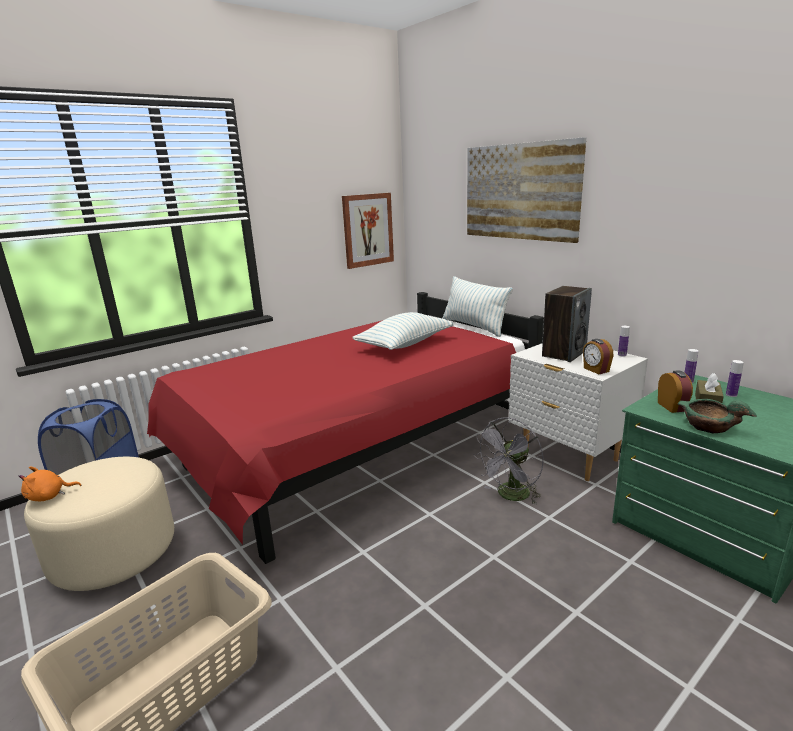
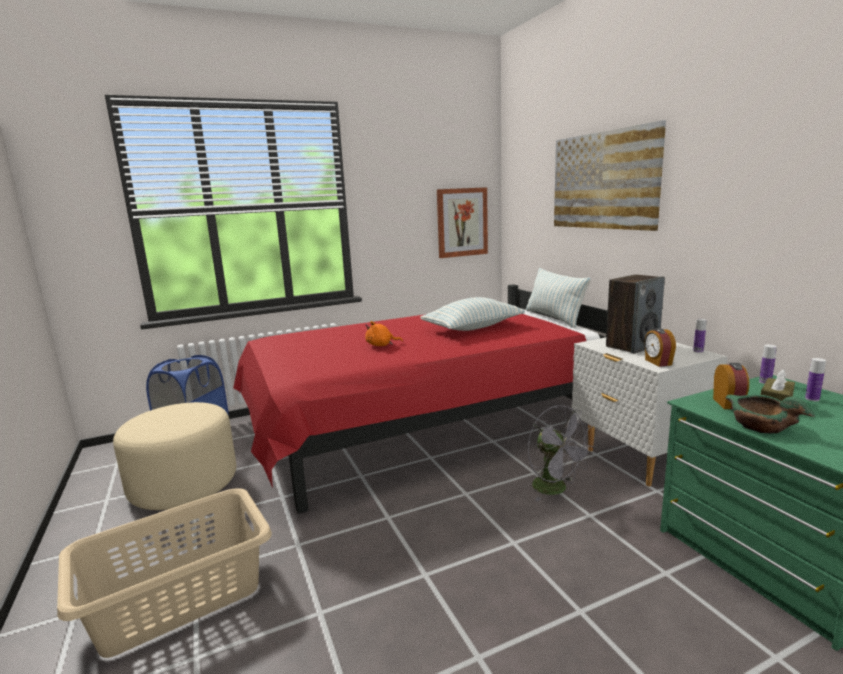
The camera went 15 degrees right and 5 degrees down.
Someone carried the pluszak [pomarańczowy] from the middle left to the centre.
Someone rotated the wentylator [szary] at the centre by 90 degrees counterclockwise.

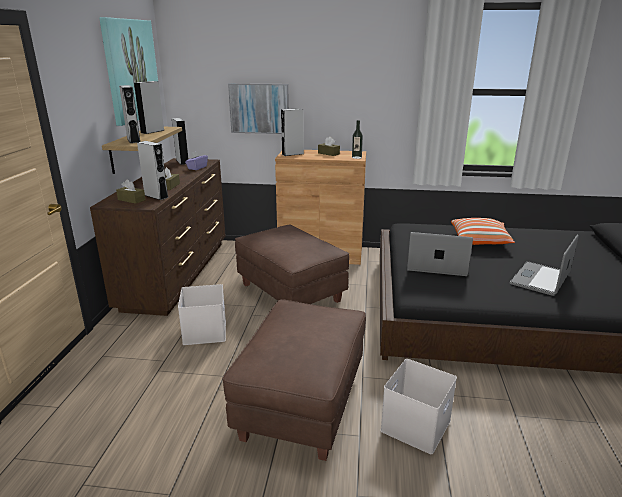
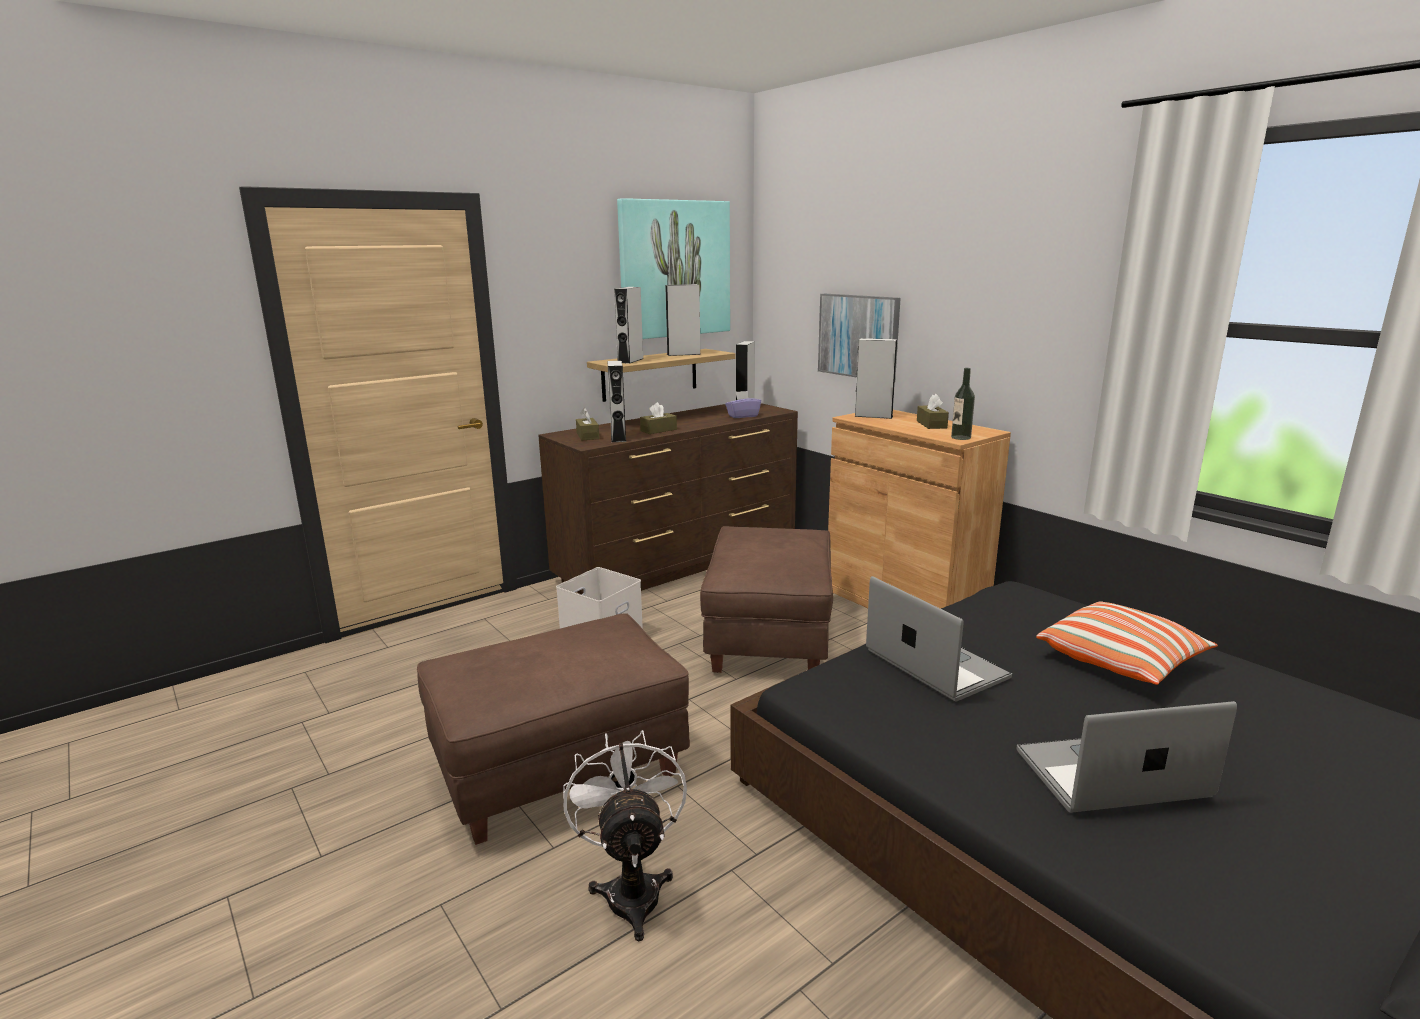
The camera went 45 degrees right and 5 degrees down.
Someone swapped the pojemnik do przechowywania [biały] (no. 2 from left) at the bottom right for the wentylator [biały] at the bottom centre.

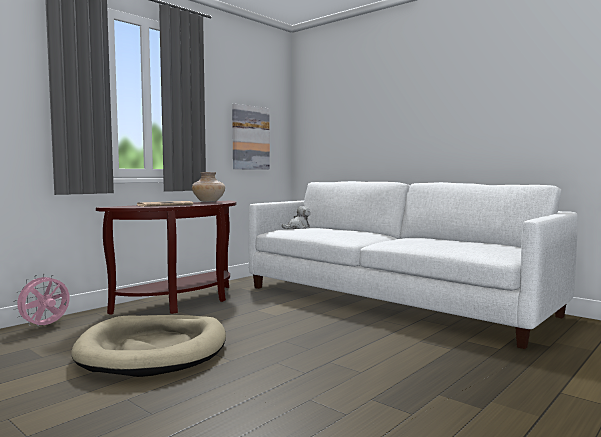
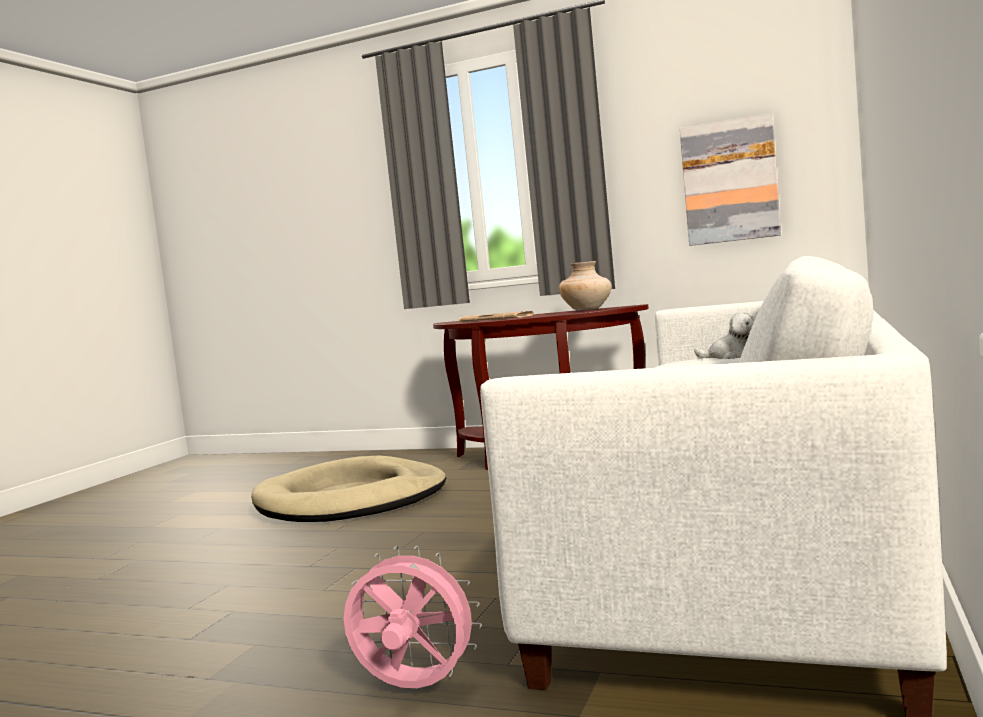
The camera went 70 degrees right and 0 degrees up.
Someone carried the wentylator [różowy] from the bottom left to the bottom centre.

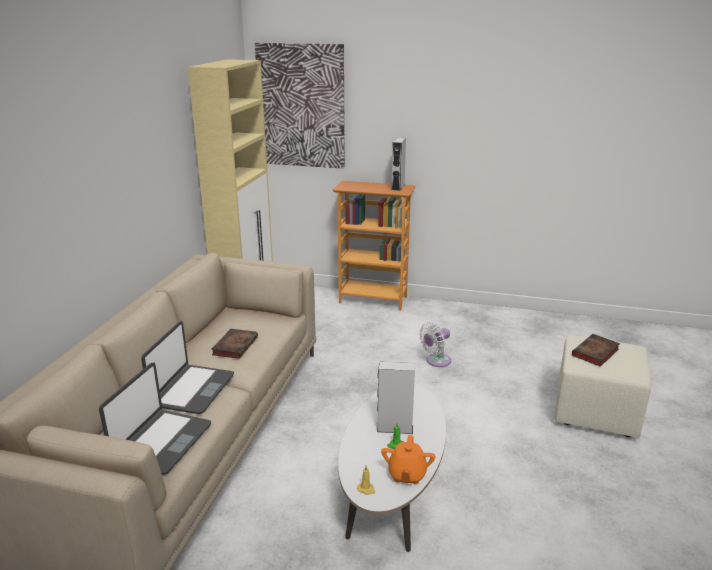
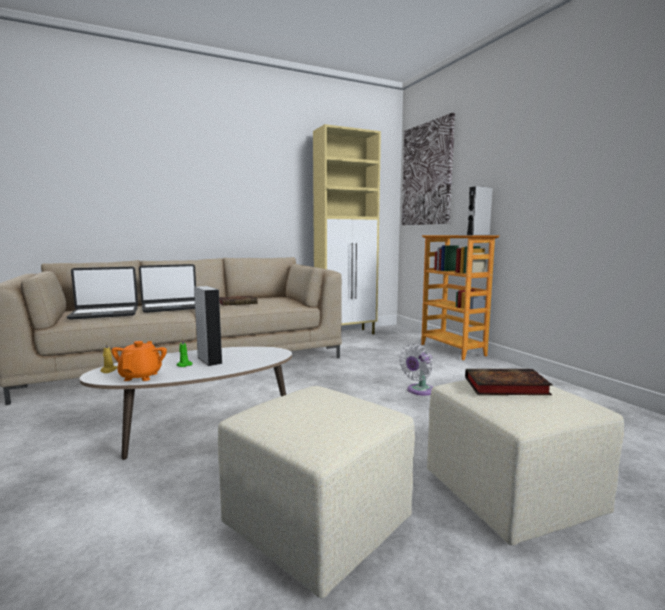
The camera went 50 degrees right and 15 degrees down.
Someone put down the pufa [beżowy] (no. 1 from left) at the bottom centre.
Someone rotated the imbryk [pomarańczowy] at the bottom centre by 120 degrees clockwise.
Someone rotated the wentylator [biały] at the centre by 60 degrees counterclockwise.

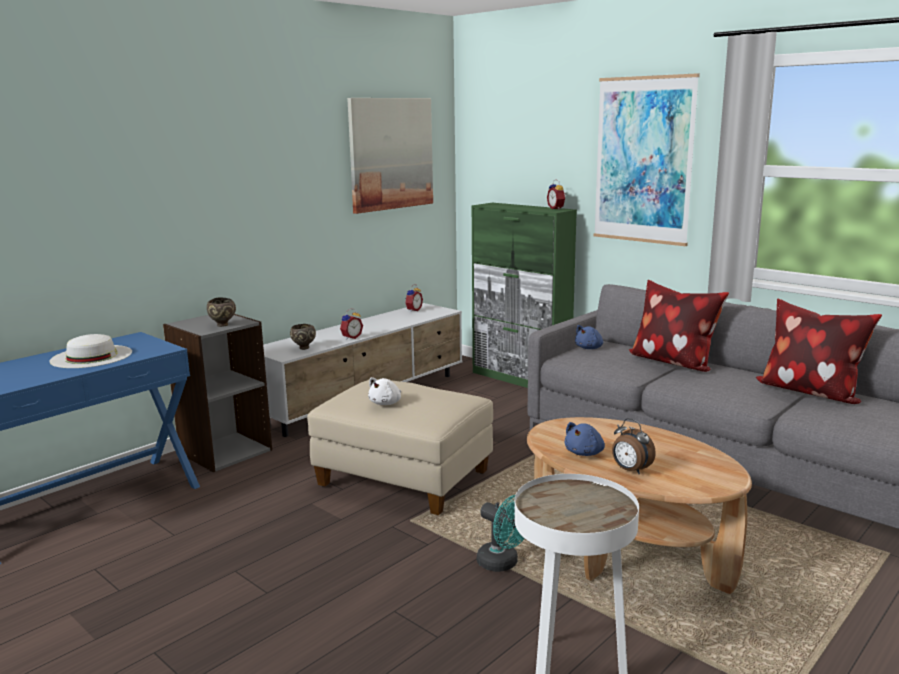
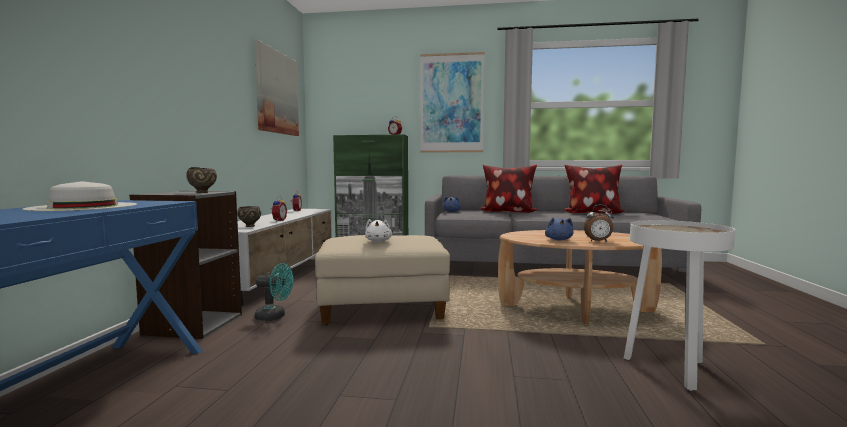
The camera went 35 degrees left and 10 degrees down.
Someone carried the wentylator [turkusowy] from the bottom centre to the bottom left.

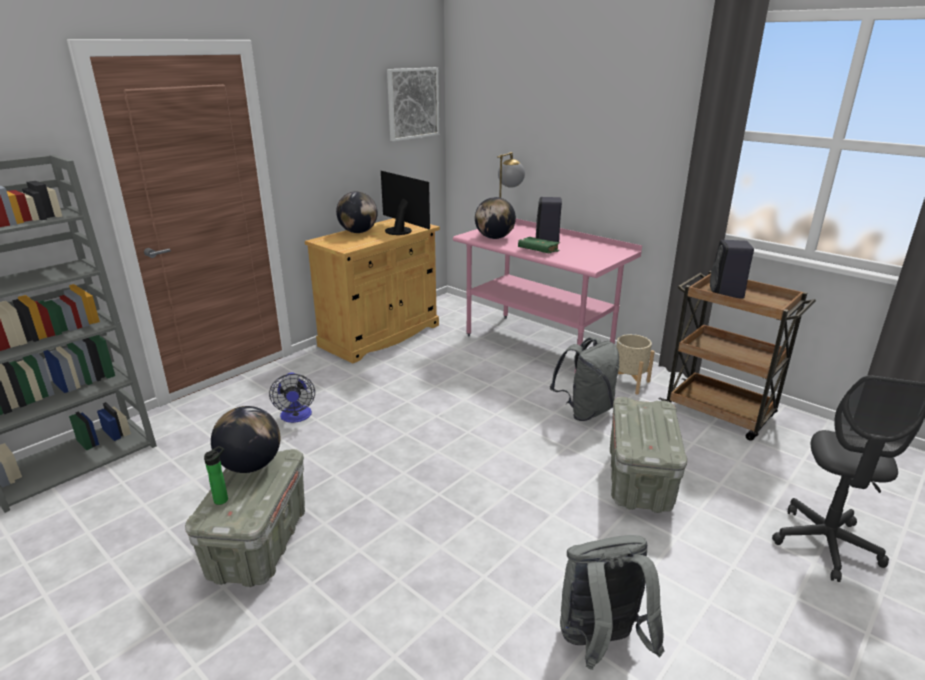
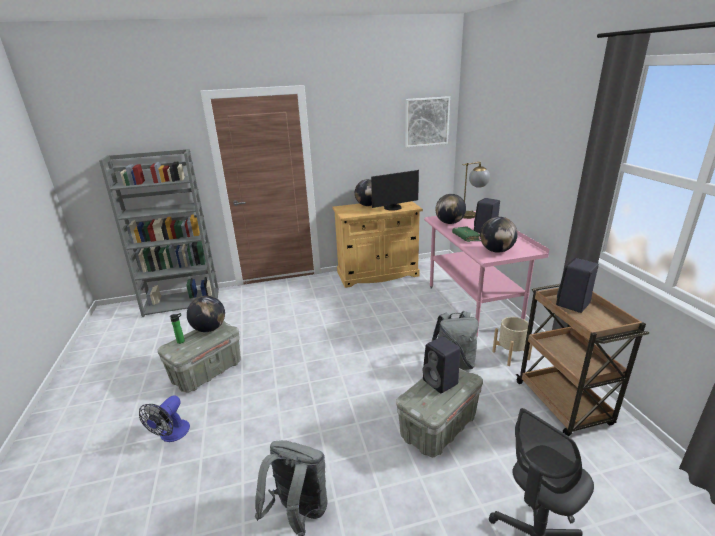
The camera went 35 degrees right and 0 degrees up.
Someone put down the głośnik [czarny] (no. 1 from left) at the bottom centre.
Someone put down the globus (no. 4 from left) at the middle right.
Someone carried the wentylator from the middle left to the bottom left.
Someone rotated the monitor at the top centre by 75 degrees clockwise.

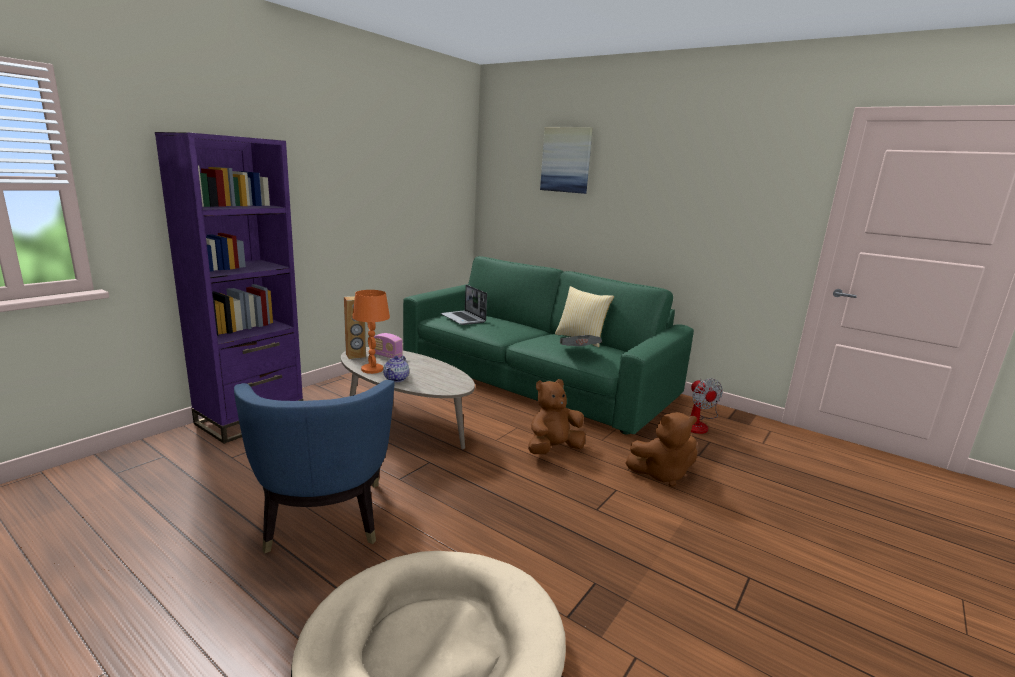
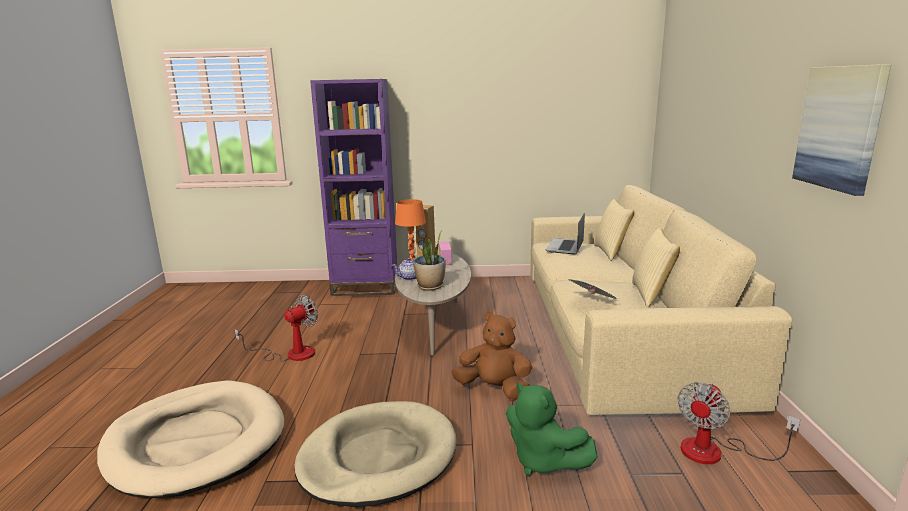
The camera went 55 degrees right and 0 degrees up.
Someone put down the legowisko [beżowy] (no. 2 from left) at the bottom centre.
Someone put down the roślina doniczkowa at the centre.
Someone put down the poduszka (no. 1 from left) at the middle right.
Someone carried the obraz from the top centre to the top right.
Someone swapped the fotel [niebieski] at the bottom left for the wentylator (no. 1 from left) at the middle left.
Someone repainted the kanapa [zielony] at the centre, which became the kanapa [beżowy] at the middle right.
Someone repainted the pluszak [brązowy] (no. 2 from left) at the centre, which became the pluszak [zielony] at the bottom centre.

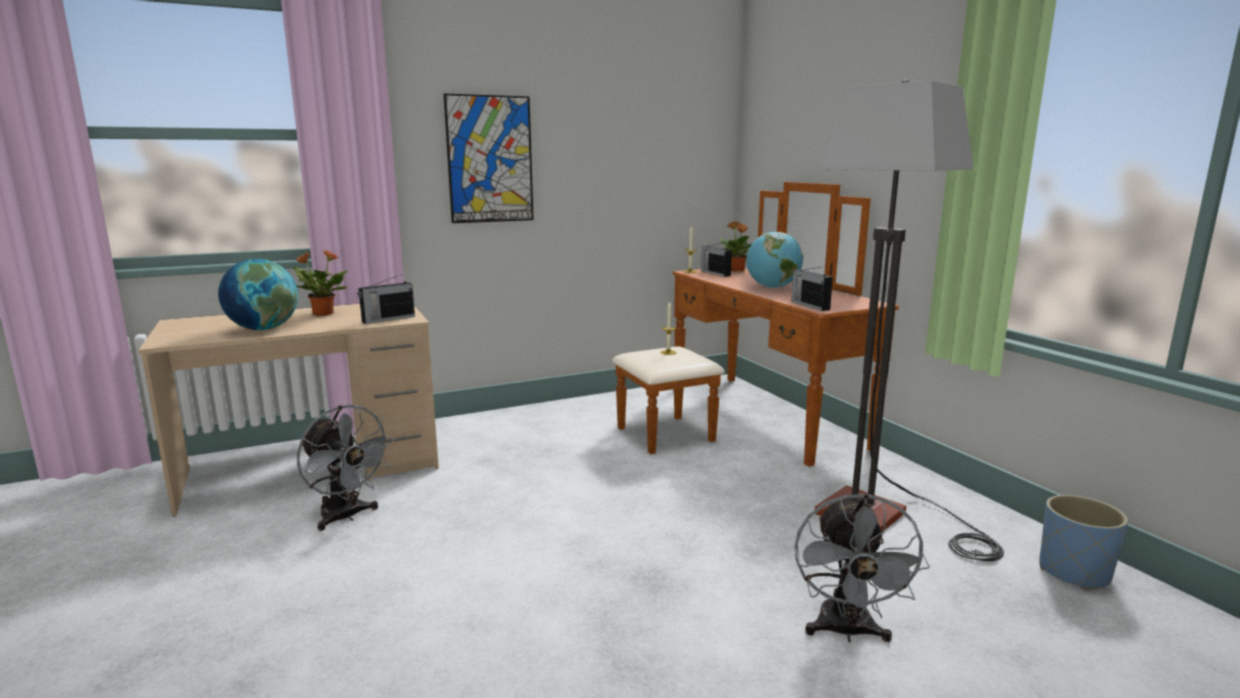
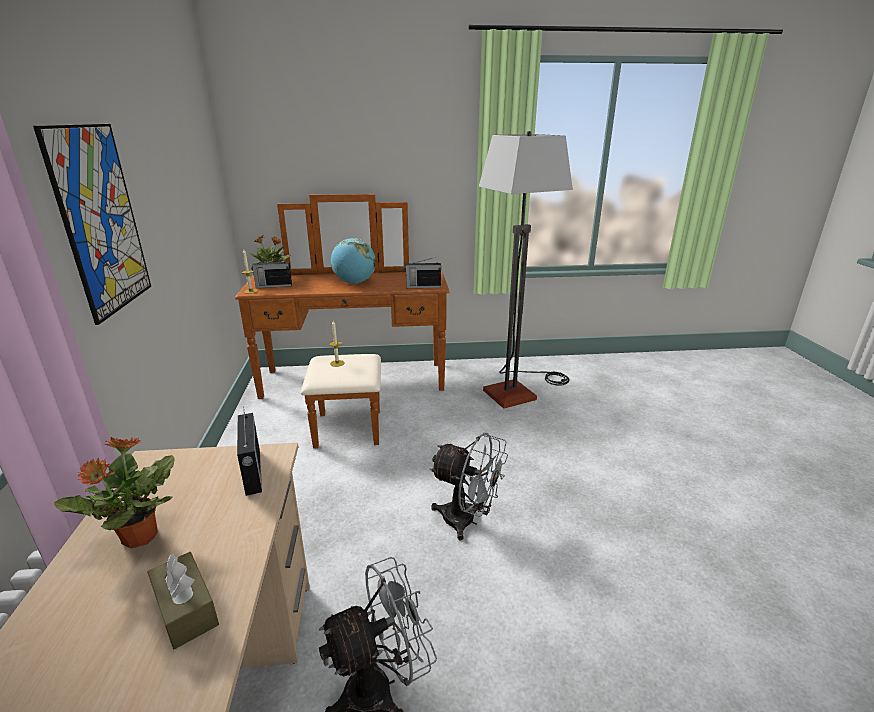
The camera went 70 degrees left and 10 degrees up.
Someone took away the donica [niebieski] at the bottom right.
Someone carried the wentylator [szary] (no. 2 from left) from the bottom right to the bottom centre.
Someone swapped the globus (no. 1 from left) at the middle left for the pudełko chusteczek [brązowy] at the bottom left.

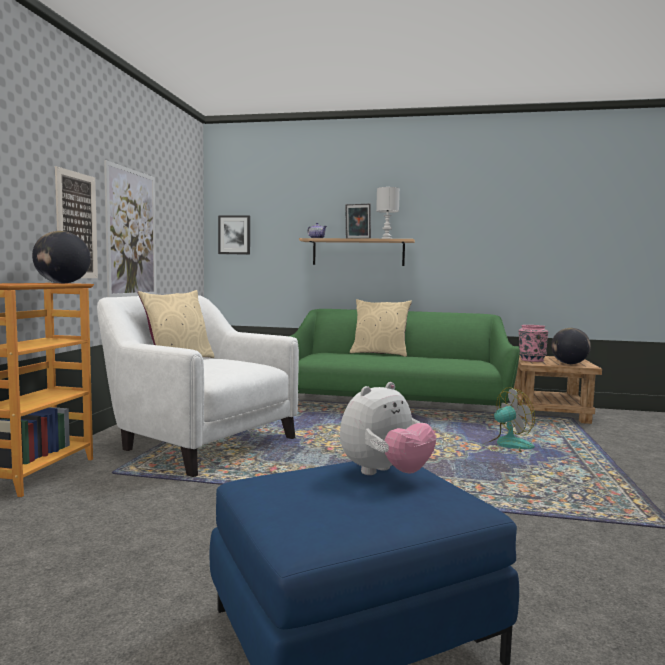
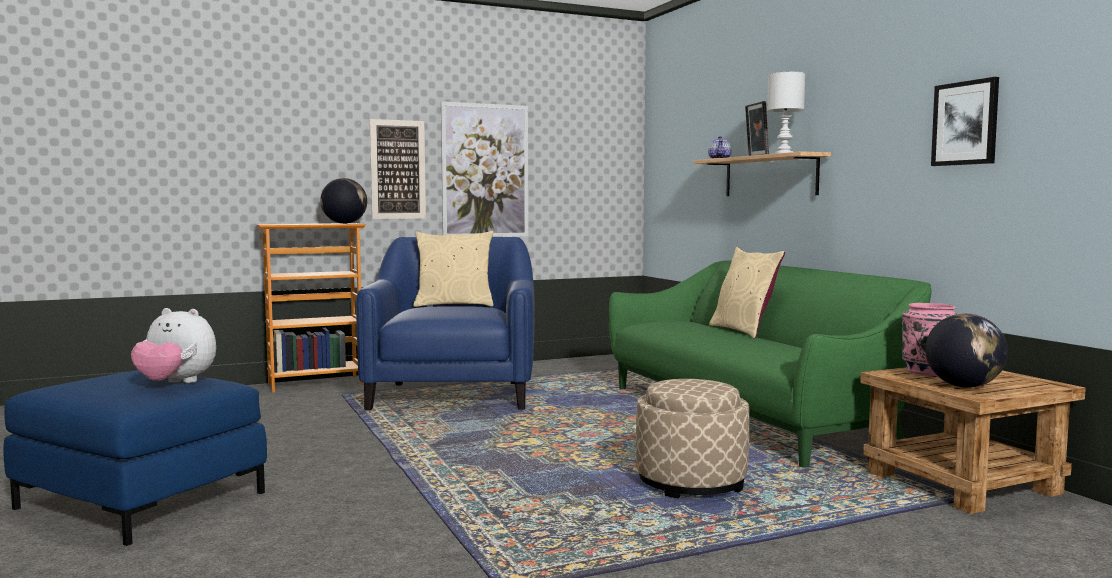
The camera went 55 degrees right and 0 degrees up.
Someone carried the obraz (no. 3 from left) from the centre to the top right.
Someone swapped the wentylator at the middle right for the pufa [beżowy] at the bottom centre.
Someone repainted the fotel [biały] at the middle left, which became the fotel [niebieski] at the centre.

